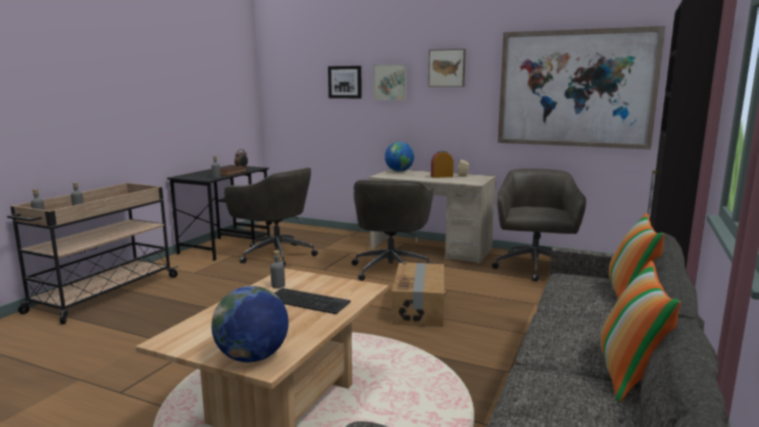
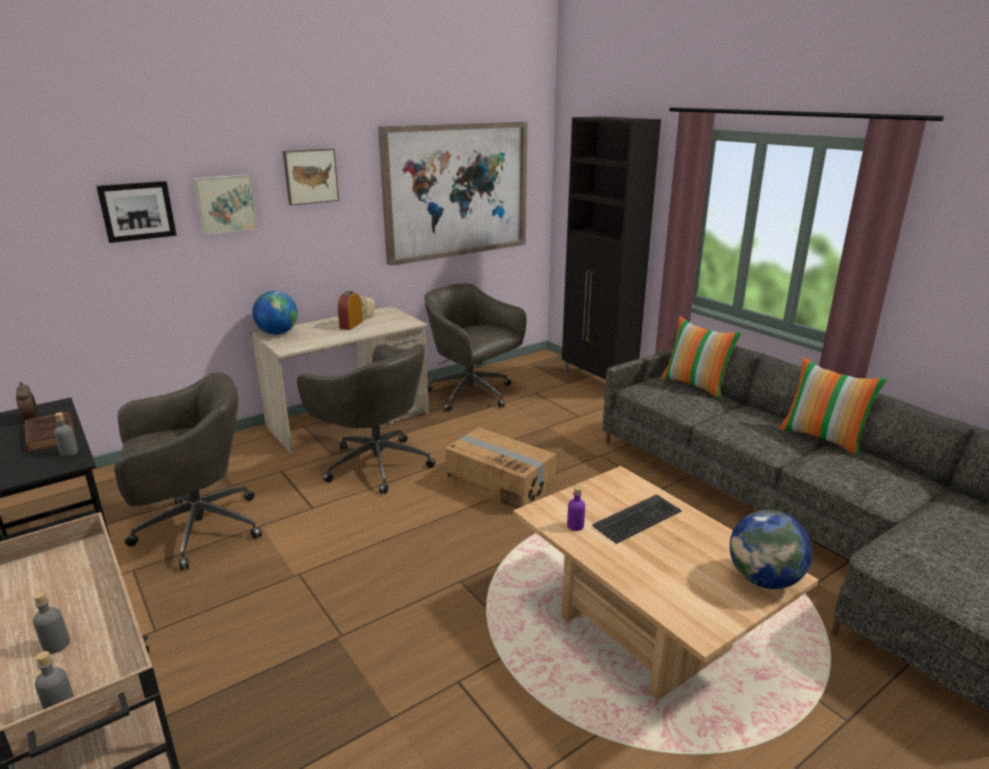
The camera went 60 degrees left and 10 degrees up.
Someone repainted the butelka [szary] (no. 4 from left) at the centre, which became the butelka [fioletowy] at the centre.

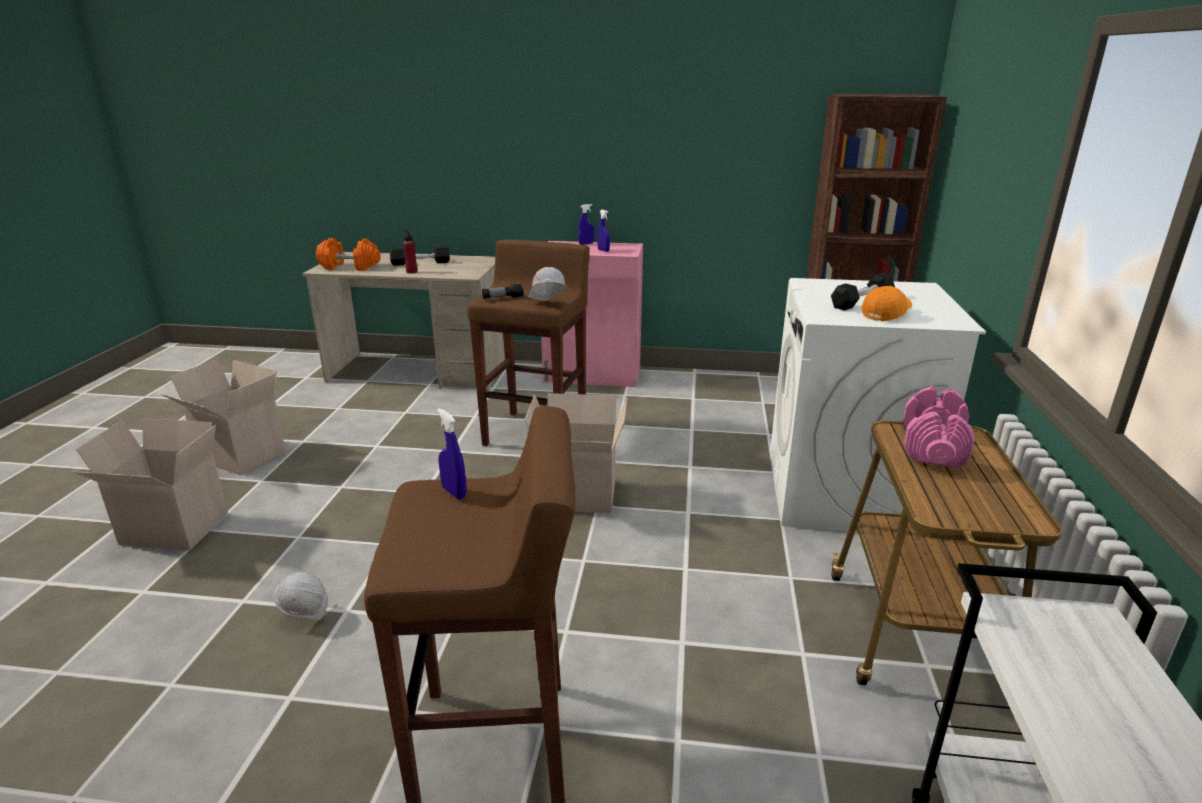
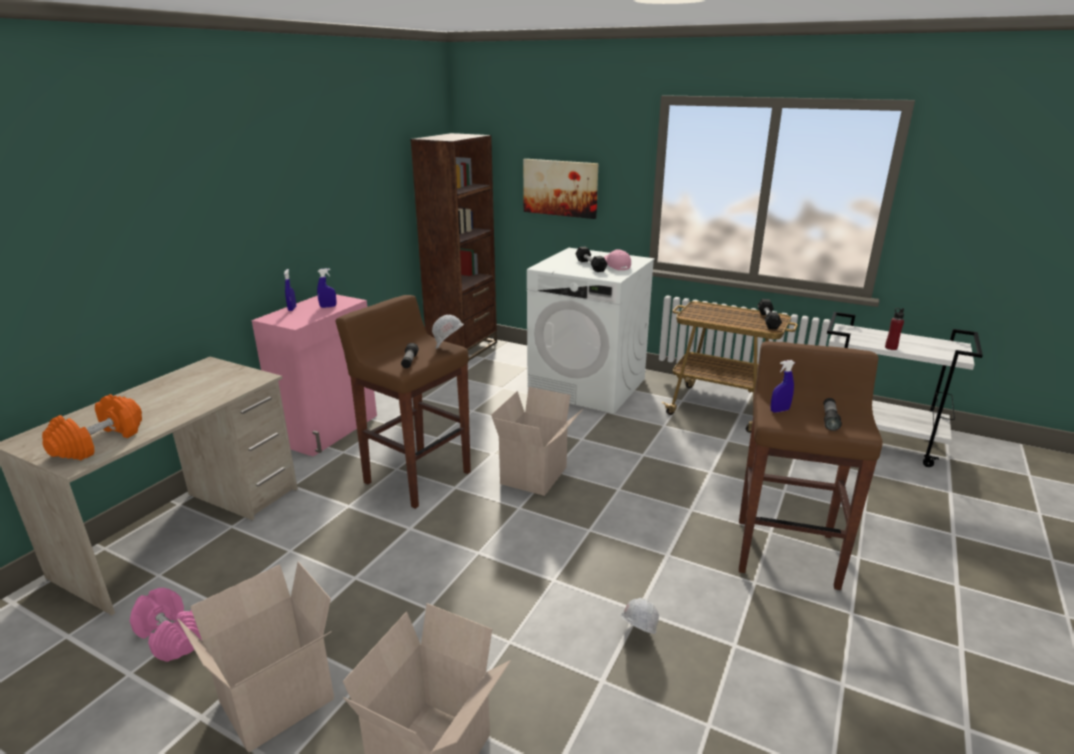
The camera went 70 degrees left and 0 degrees up.
Someone put up the obraz at the top centre.
Someone put down the latarka (no. 2 from left) at the middle right.
Someone carried the hantel [czarny] (no. 1 from left in the first image) from the top centre to the middle right.
Someone carried the butelka [czerwony] from the top centre to the middle right.
Someone carried the hantel [różowy] from the middle right to the bottom left.
Someone repainted the czapka z daszkiem [pomarańczowy] at the middle right, which became the czapka z daszkiem [różowy] at the centre.

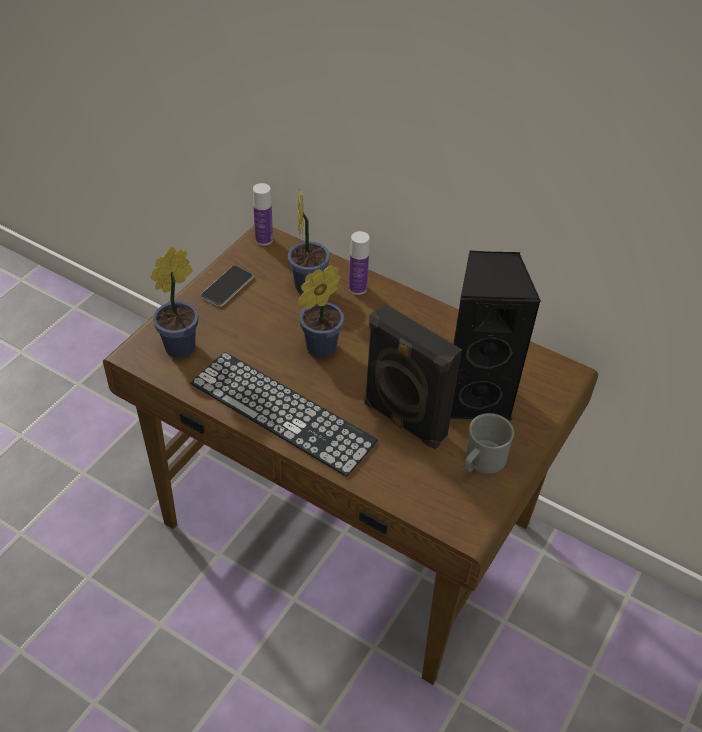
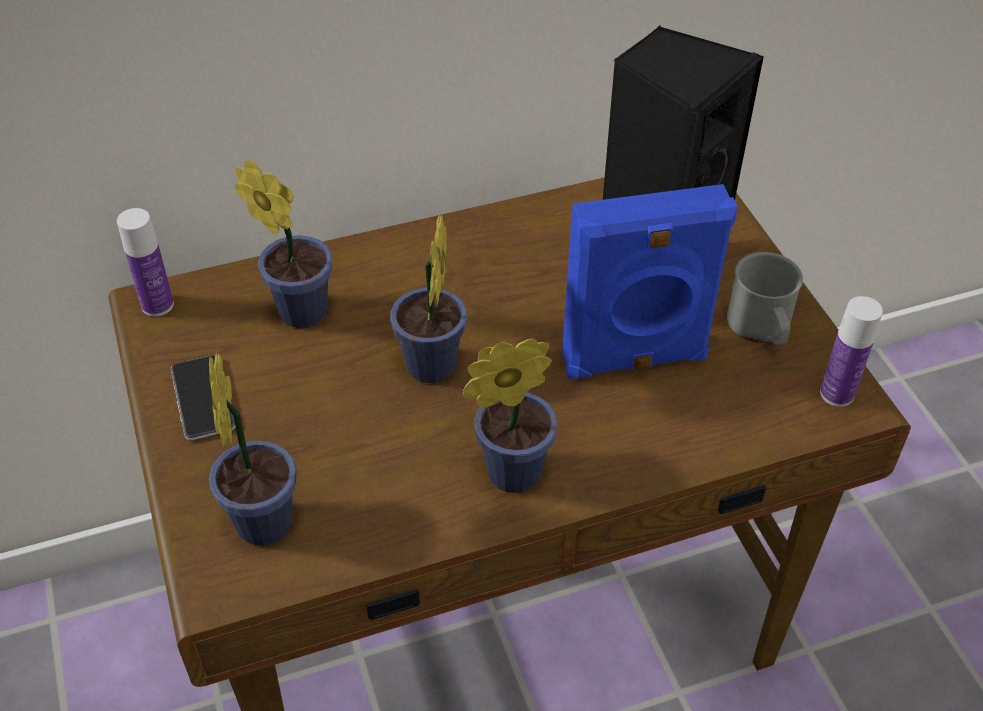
The camera went 50 degrees left and 0 degrees up.
Someone carried the butelka (no. 2 from left) from the centre to the middle right.
Someone swapped the klawiatura at the centre for the roślina doniczkowa (no. 4 from left) at the centre.
Someone repainted the głośnik [czarny] (no. 1 from left) at the centre, which became the głośnik [niebieski] at the centre.

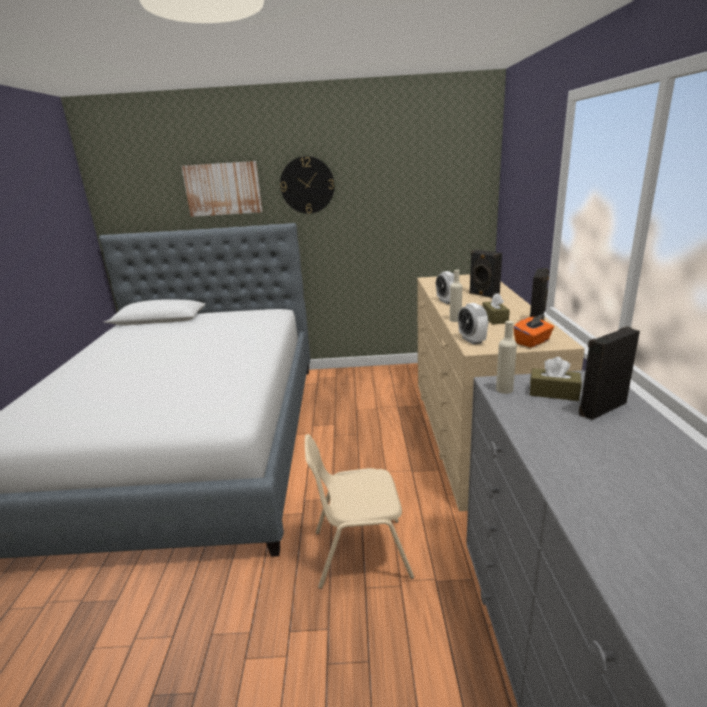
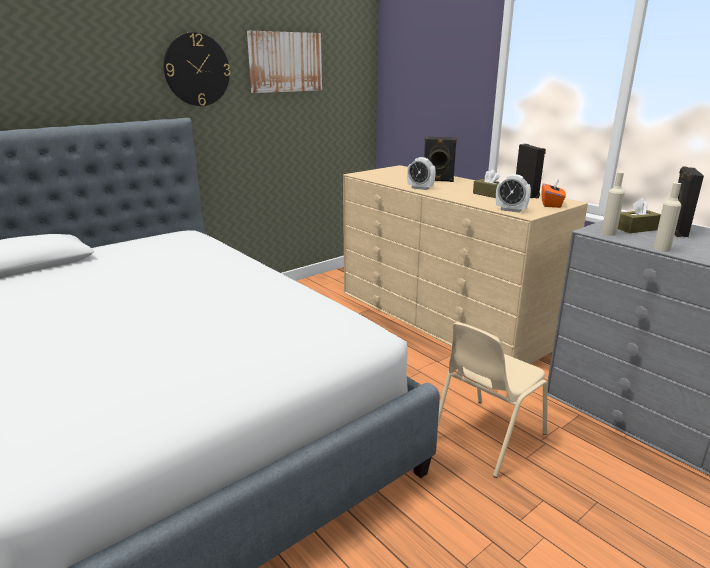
The camera went 40 degrees left and 0 degrees up.
Someone carried the obraz from the top left to the top centre.
Someone carried the butelka [beżowy] (no. 1 from left in the first image) from the centre to the middle right.

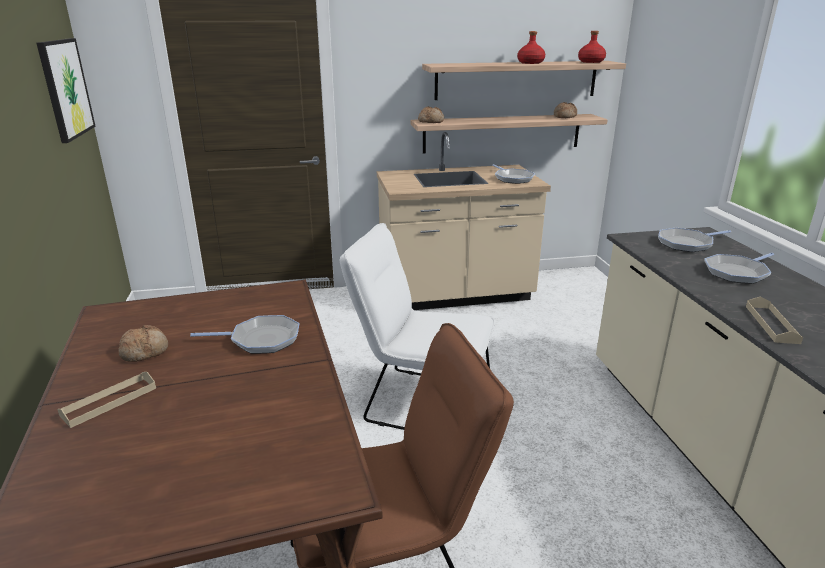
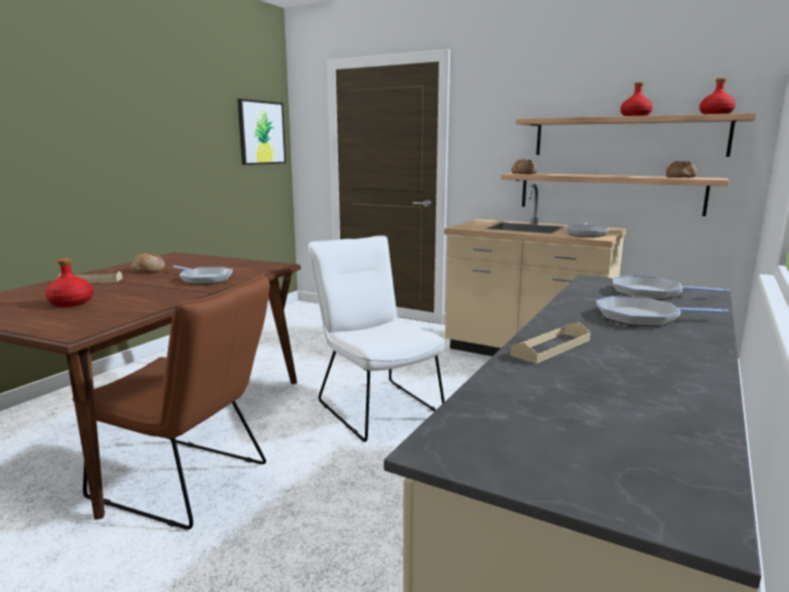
The camera went 40 degrees right and 10 degrees down.
Someone put down the butelka [czerwony] (no. 1 from left) at the middle left.

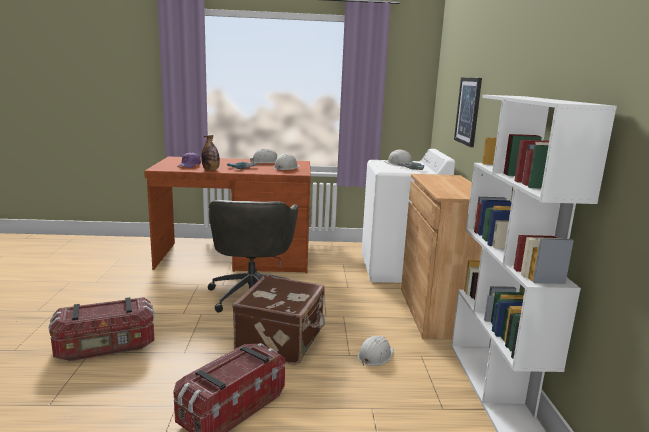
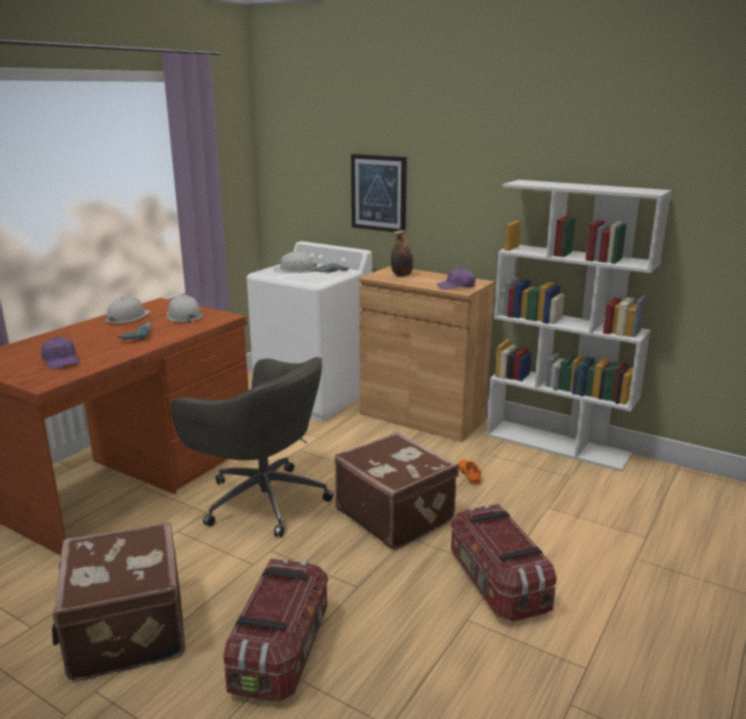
The camera went 55 degrees left and 5 degrees up.
Someone put down the walizka [brązowy] (no. 1 from left) at the bottom left.
Someone put down the czapka z daszkiem [fioletowy] (no. 2 from left) at the centre.
Someone carried the butelka from the middle left to the centre.
Someone swapped the kask [biały] (no. 3 from left) at the bottom centre for the but [pomarańczowy] at the centre.

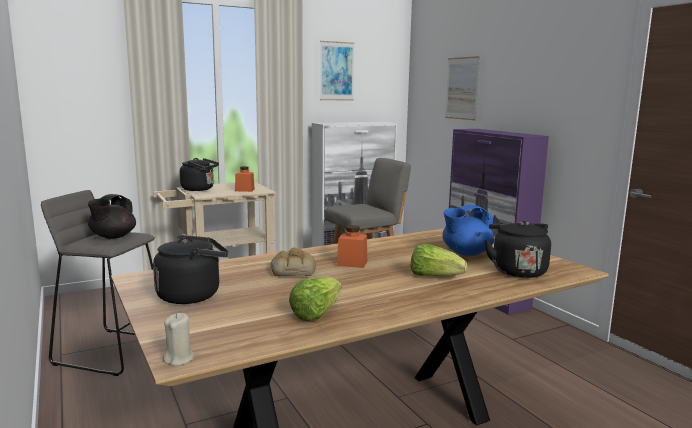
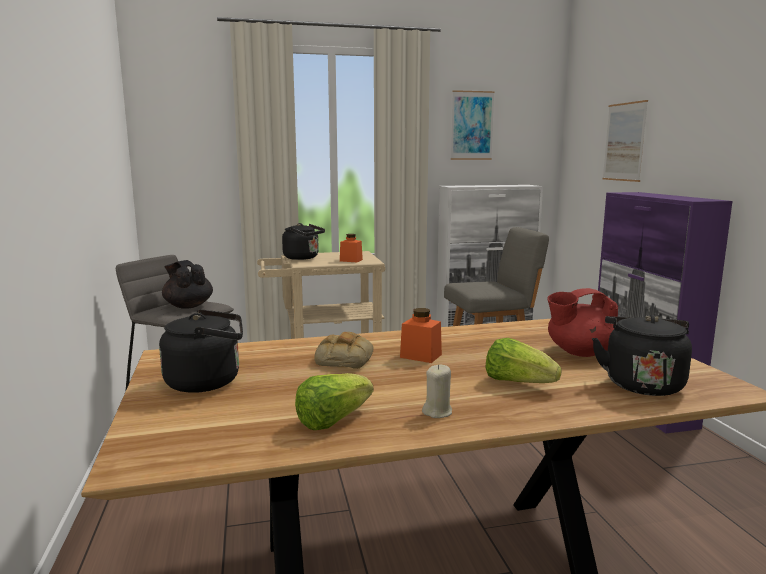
The camera went 15 degrees right and 0 degrees up.
Someone carried the świeca [beżowy] from the bottom left to the bottom centre.
Someone repainted the imbryk [niebieski] at the middle right, which became the imbryk [czerwony] at the middle right.
Someone rotated the imbryk [czarny] at the middle left by 105 degrees clockwise.

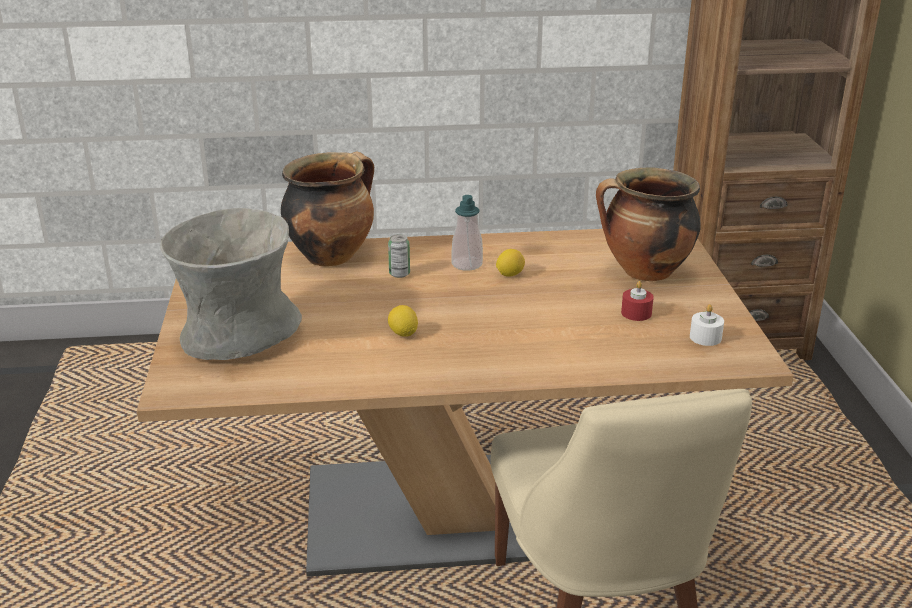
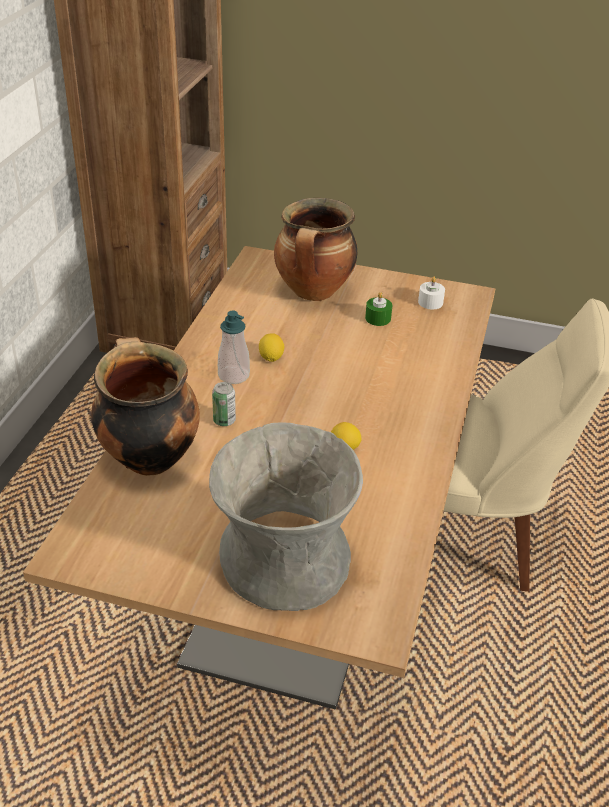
The camera went 70 degrees left and 10 degrees up.
Someone repainted the świeca [czerwony] at the middle right, which became the świeca [zielony] at the centre.

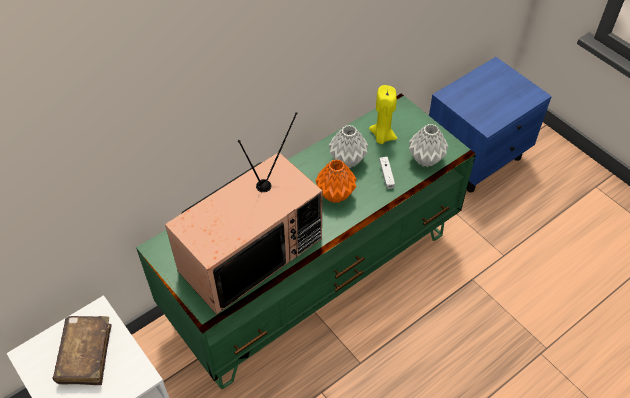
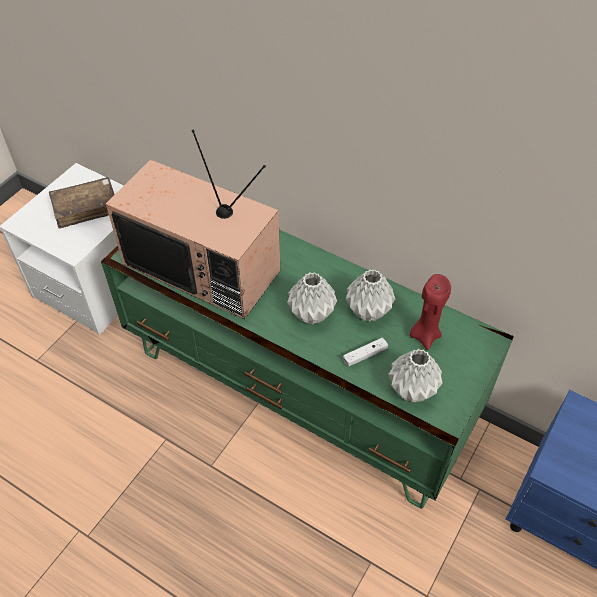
The camera went 70 degrees right and 0 degrees up.
Someone repainted the wazon [pomarańczowy] at the centre, which became the wazon [szary] (no. 1 from left) at the centre.
Someone repainted the świeca [żółty] at the top centre, which became the świeca [czerwony] at the middle right.

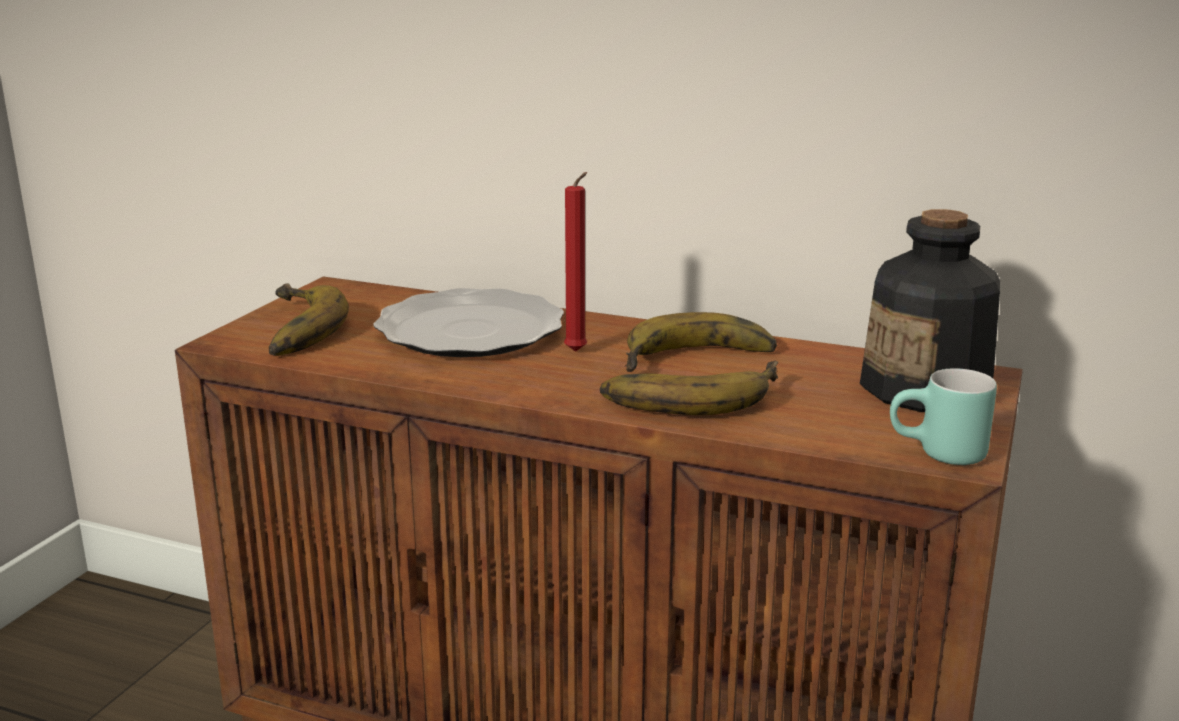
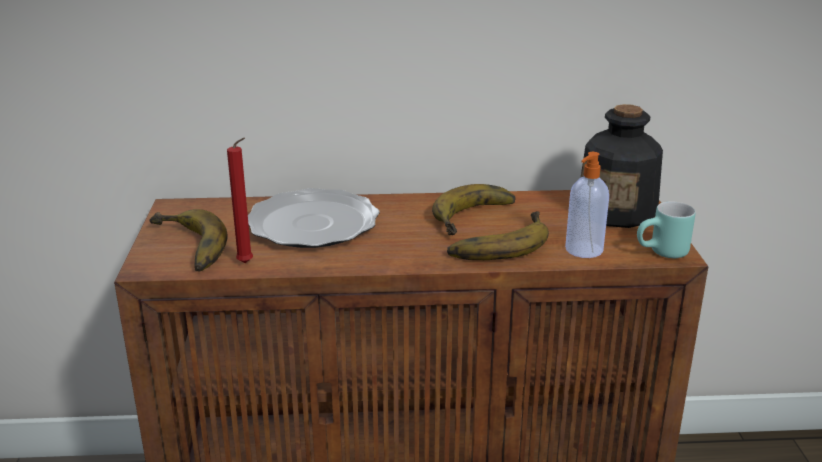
The camera went 25 degrees left and 5 degrees up.
Someone put down the dozownik mydła at the middle right.
Someone carried the świeca [czerwony] from the centre to the middle left.

